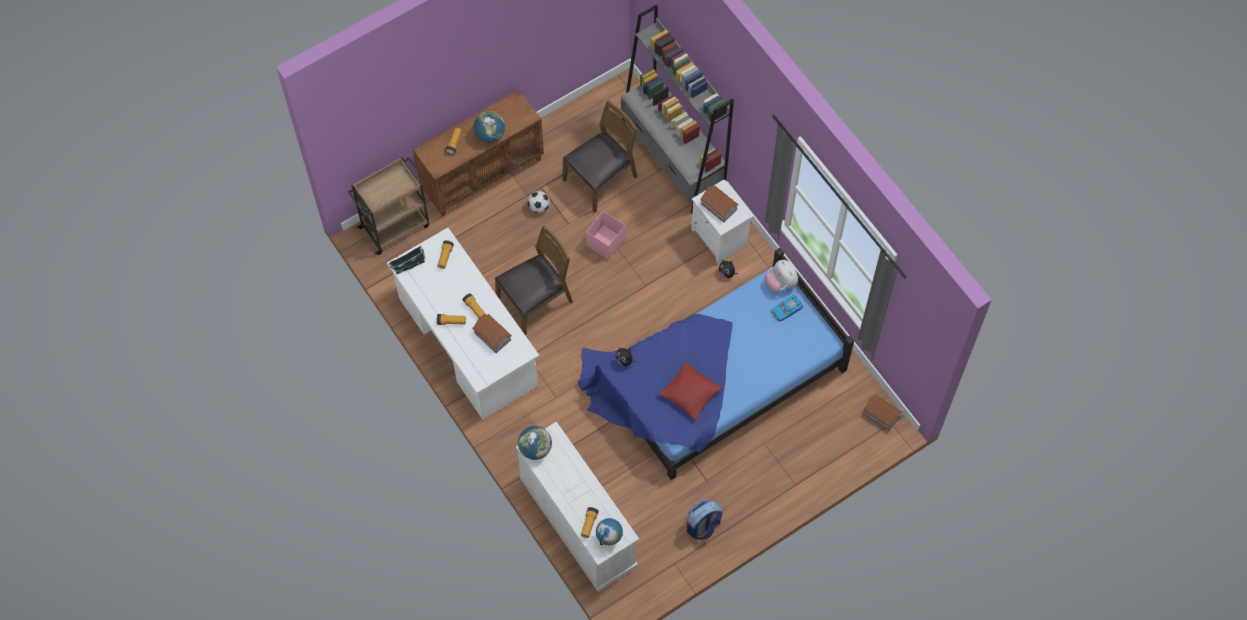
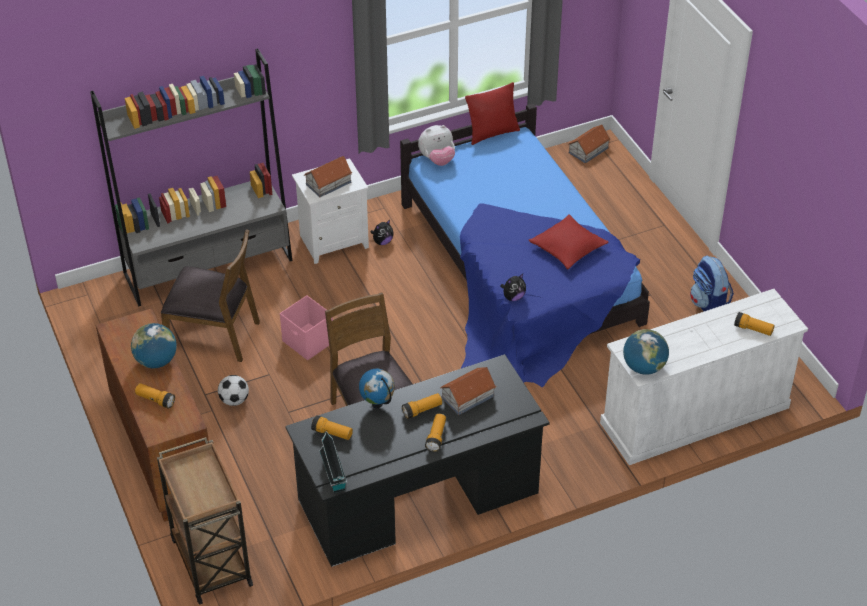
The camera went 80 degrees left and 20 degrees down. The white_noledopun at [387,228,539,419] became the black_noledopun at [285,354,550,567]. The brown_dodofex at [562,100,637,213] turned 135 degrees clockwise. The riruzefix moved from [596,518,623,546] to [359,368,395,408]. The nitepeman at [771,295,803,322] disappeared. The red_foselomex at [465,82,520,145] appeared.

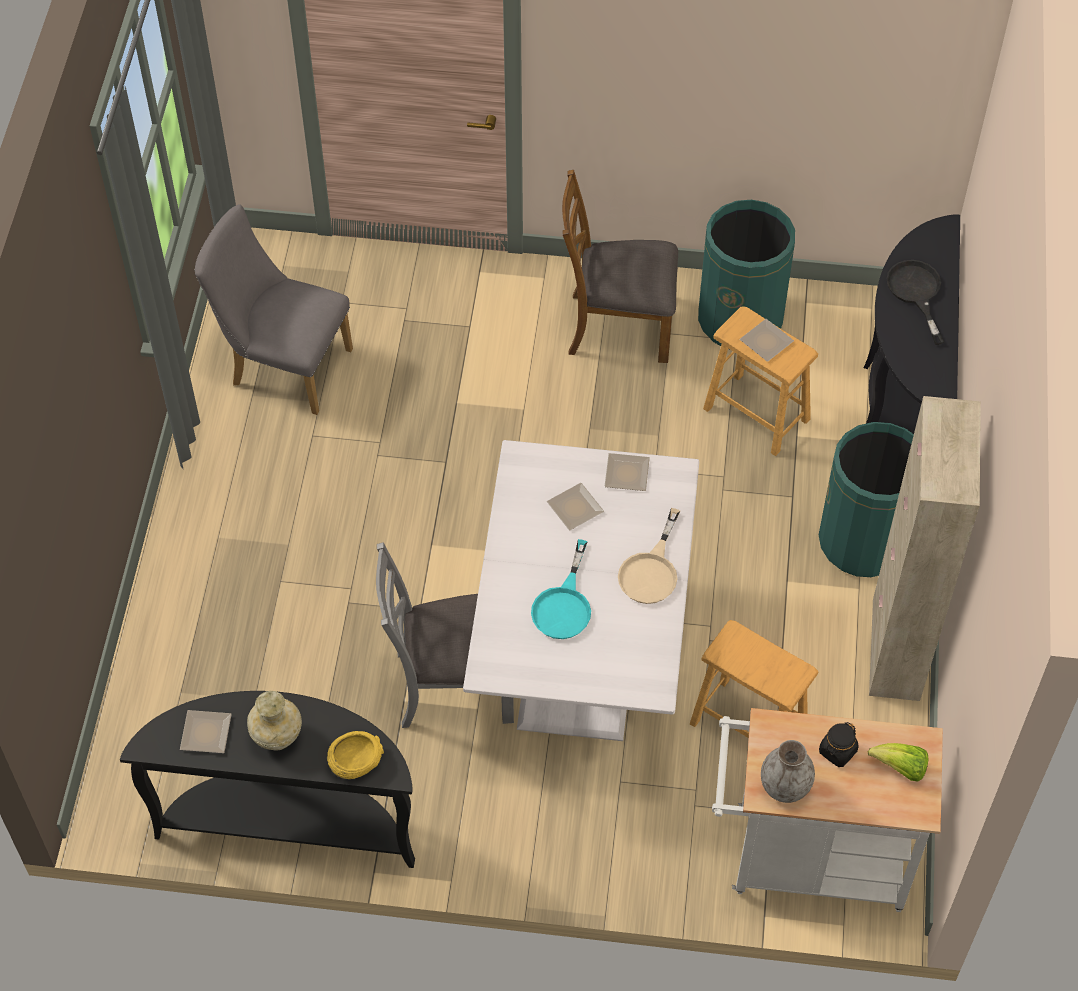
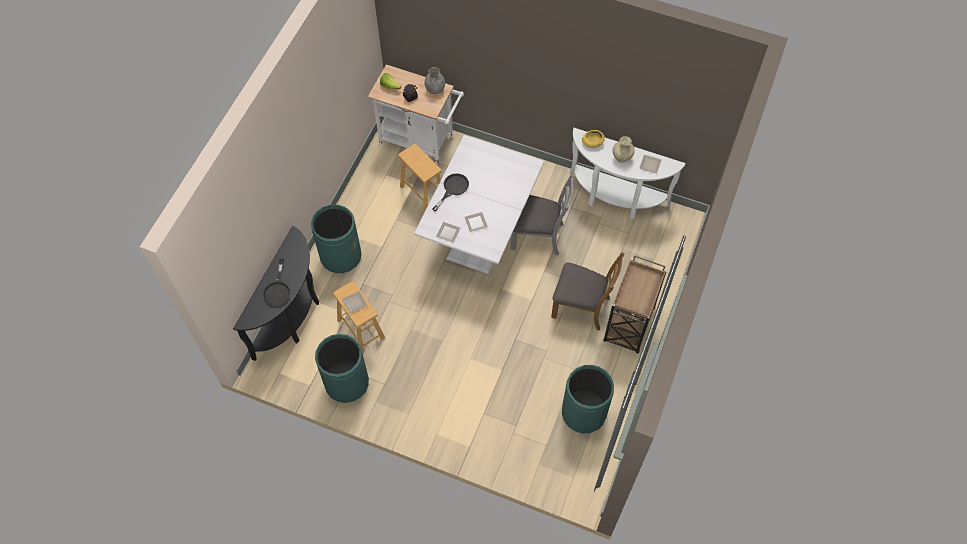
The camera went 165 degrees left and 5 degrees up. The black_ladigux at [120,691,415,868] became the white_ladigux at [569,128,686,219]. The grey_dodofex at [194,204,353,415] was replaced by the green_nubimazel at [562,365,614,434]. The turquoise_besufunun at [531,539,591,639] disappeared. The brown_dodofex moved from [562,170,678,363] to [551,253,624,331]. The beige_besufunun at [618,508,680,604] became the black_besufunun at [432,173,469,211]. The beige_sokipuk at [869,396,981,701] disappeared. The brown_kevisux at [603,256,667,353] appeared.

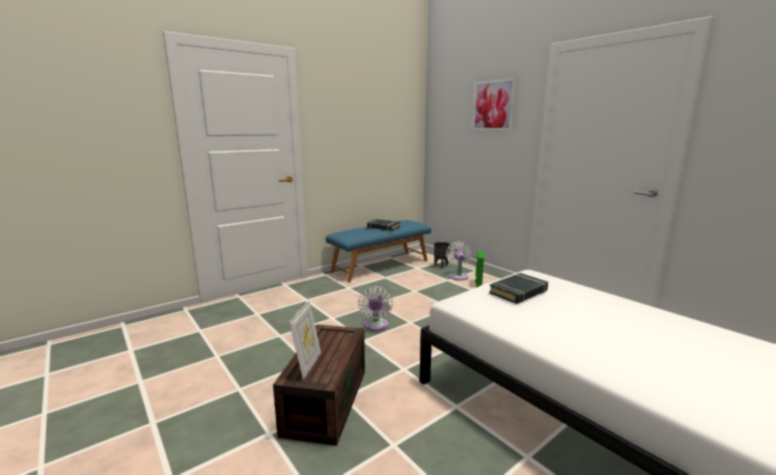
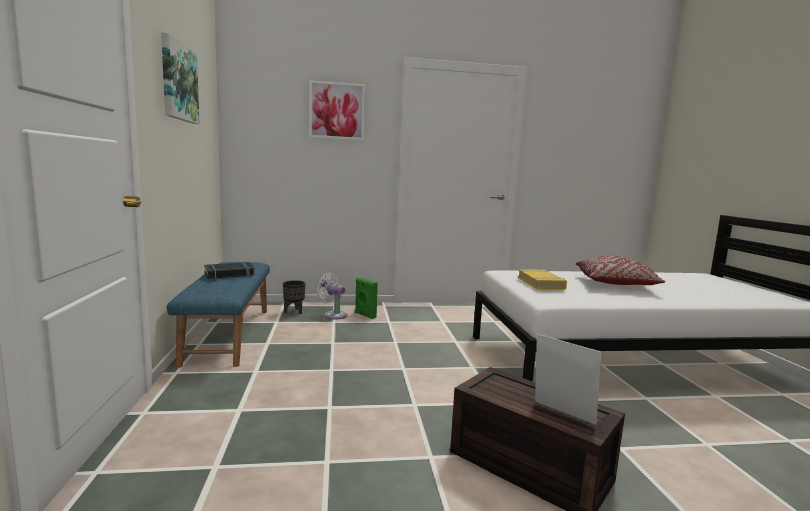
The camera went 60 degrees left and 5 degrees down. The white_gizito at [358,286,393,331] disappeared. The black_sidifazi at [489,273,548,304] became the yellow_sidifazi at [518,269,567,290]. The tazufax at [161,32,199,124] appeared. The red_foselomex at [576,256,665,285] appeared.

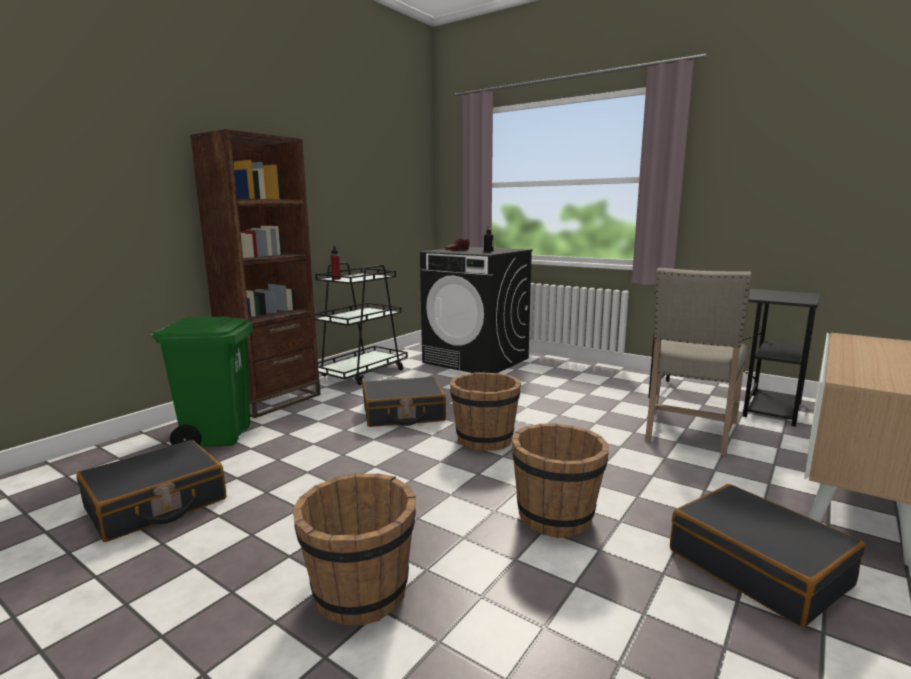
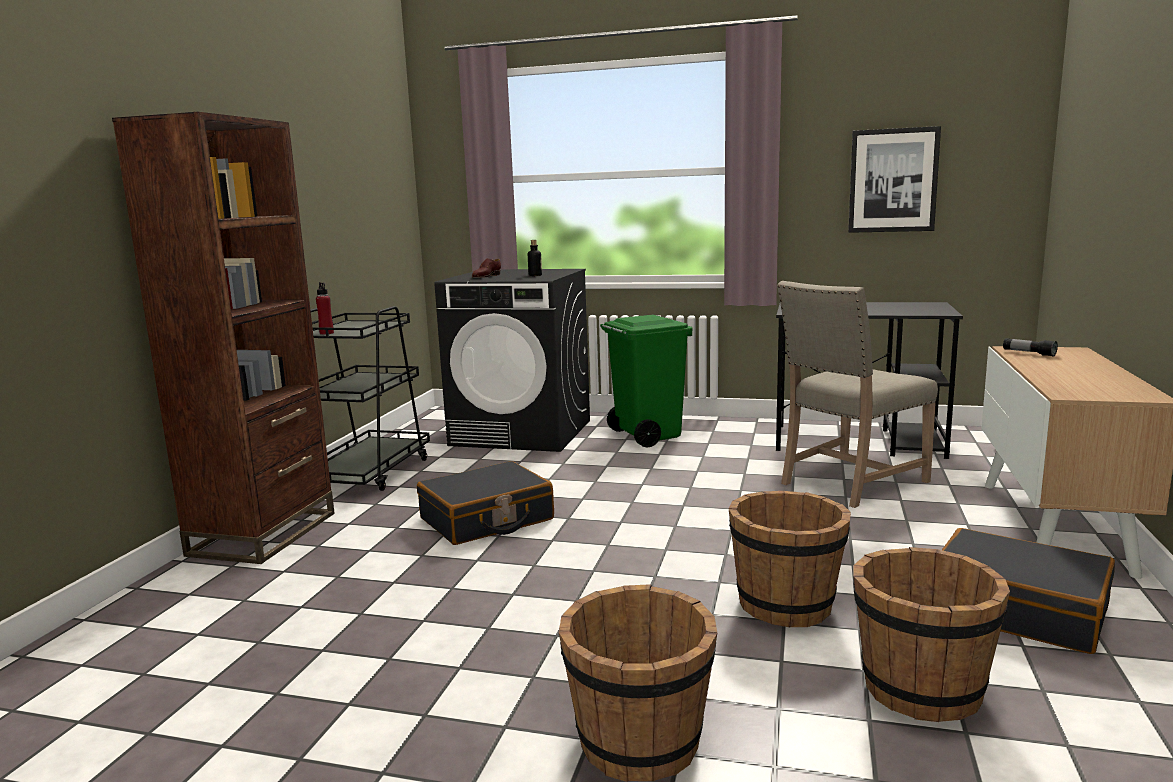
The camera went 20 degrees left and 0 degrees up. The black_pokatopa at [76,440,226,542] disappeared. The green_nubimazel moved from [150,316,253,447] to [600,315,693,447]. The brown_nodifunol moved from [450,372,521,451] to [853,547,1010,722]. The beige_dodofex at [645,268,752,456] turned 45 degrees clockwise. The tazufax at [848,126,941,233] appeared. The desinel at [1003,338,1058,357] appeared.

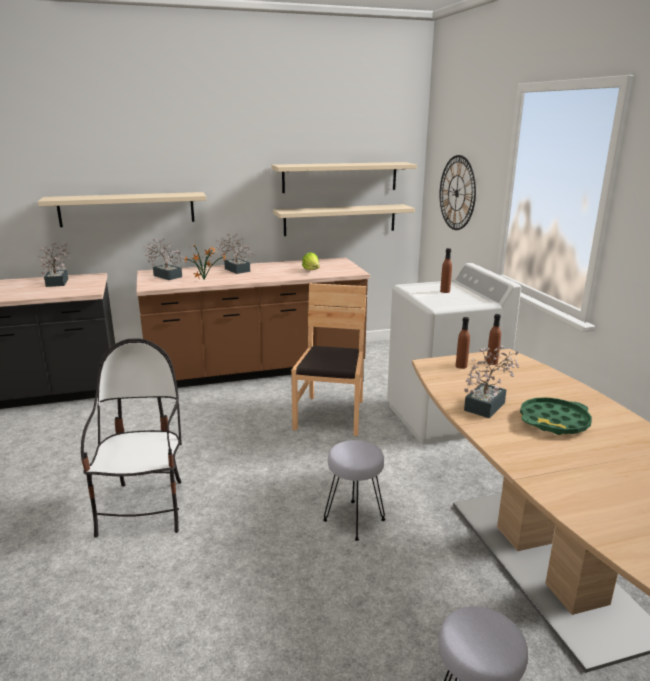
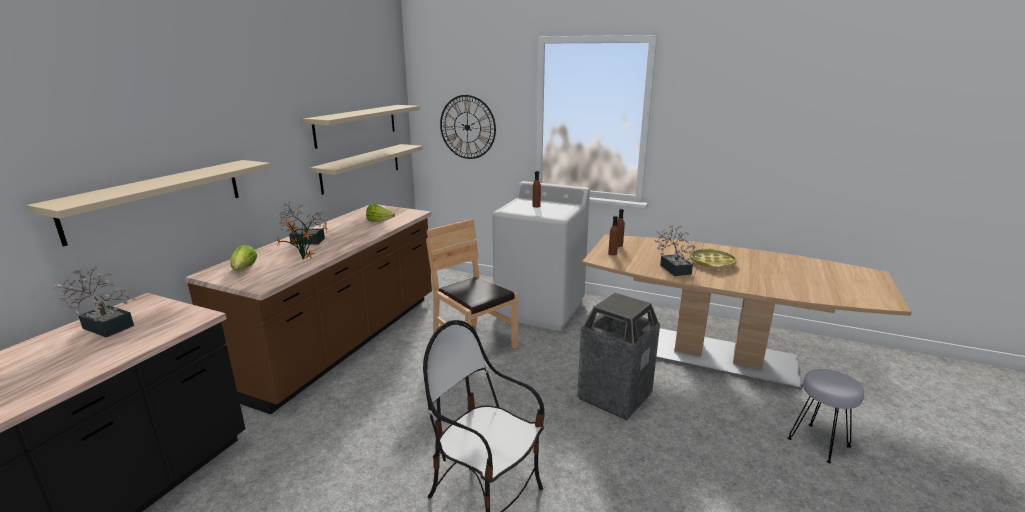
The camera went 50 degrees left and 0 degrees up. The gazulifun at [143,238,185,280] was replaced by the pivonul at [230,245,257,270]. The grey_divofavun at [323,440,386,541] was replaced by the nubimazel at [577,292,660,420]. The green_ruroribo at [520,397,592,435] became the yellow_ruroribo at [690,248,737,269].

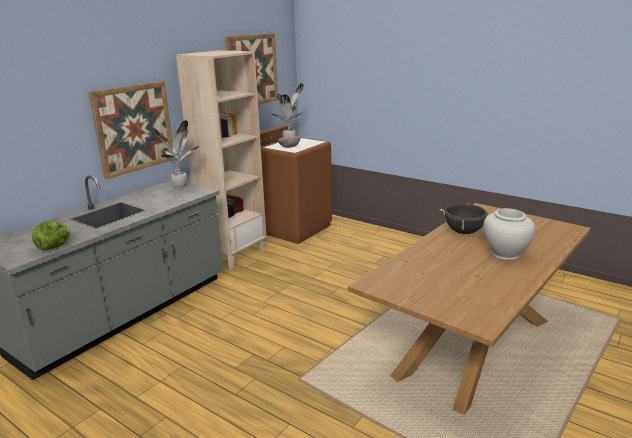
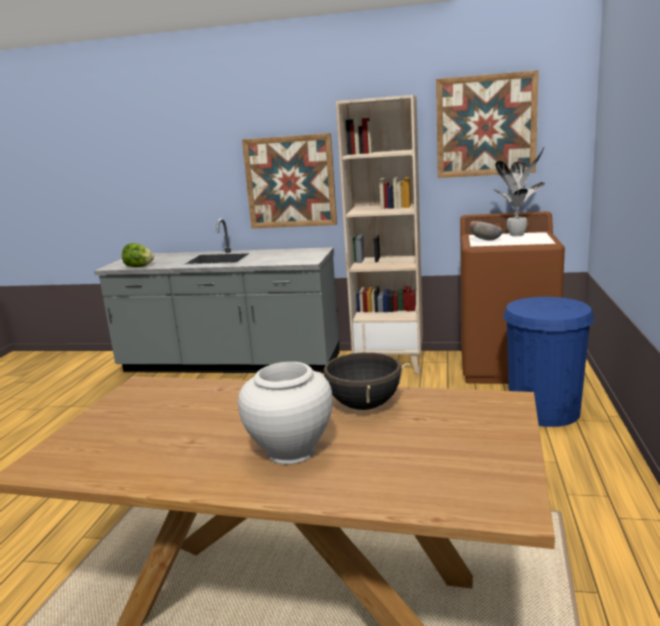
The camera went 65 degrees right and 5 degrees down. The gazulifun at [155,120,199,189] disappeared. The blue_nubimazel at [503,297,594,427] appeared.

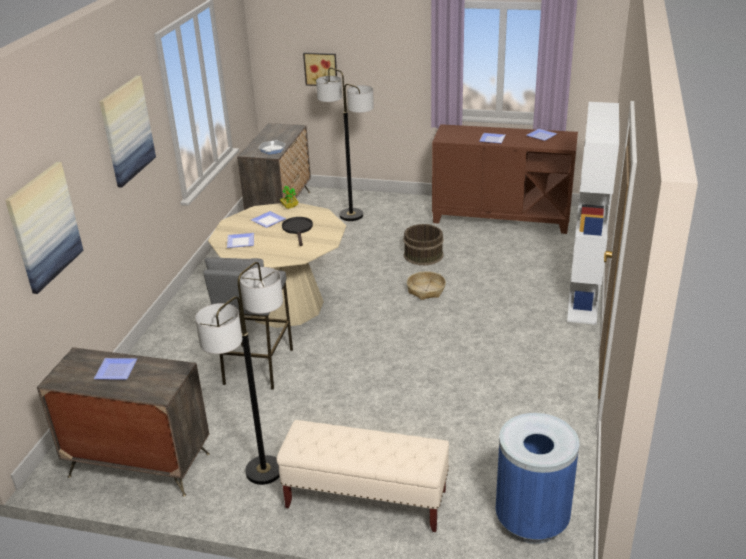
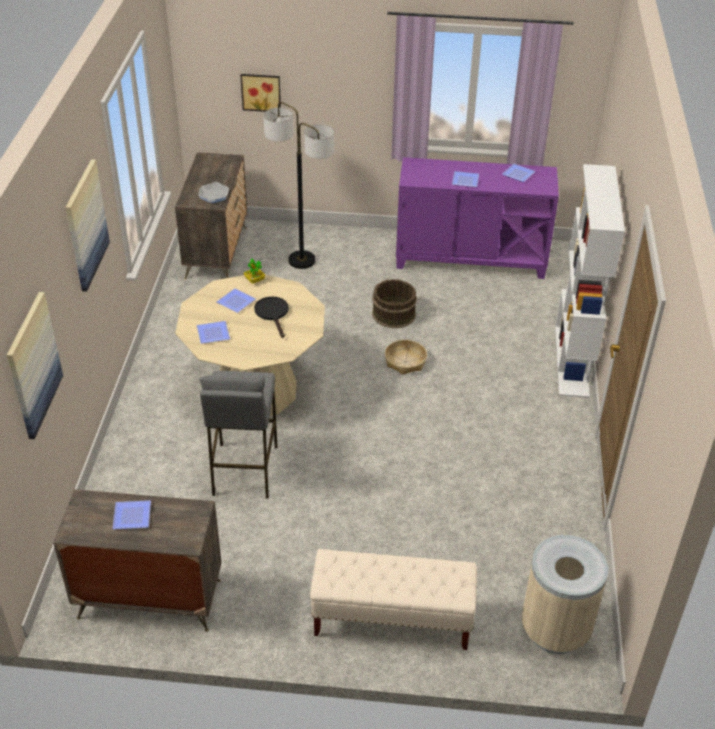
The camera went 10 degrees left and 10 degrees up. The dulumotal at [195,262,283,485] disappeared. The brown_sokipuk at [432,124,578,234] became the purple_sokipuk at [396,157,559,279]. The blue_nubimazel at [495,413,579,544] became the beige_nubimazel at [521,535,609,654].

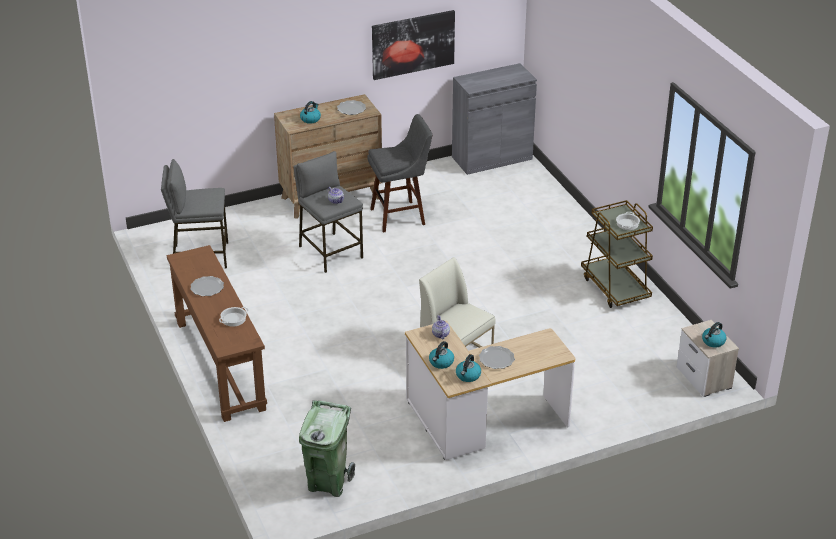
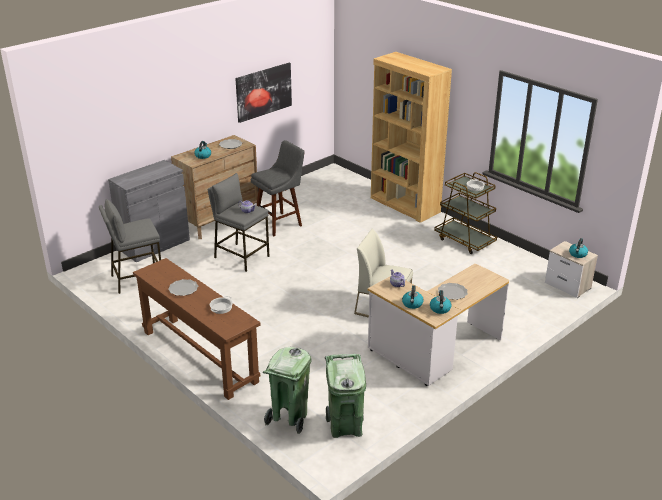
The camera went 20 degrees left and 5 degrees down. The grey_sokipuk moved from [452,63,537,175] to [108,160,190,262]. The green_nubimazel at [263,347,312,434] appeared. The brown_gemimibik at [371,52,452,223] appeared.

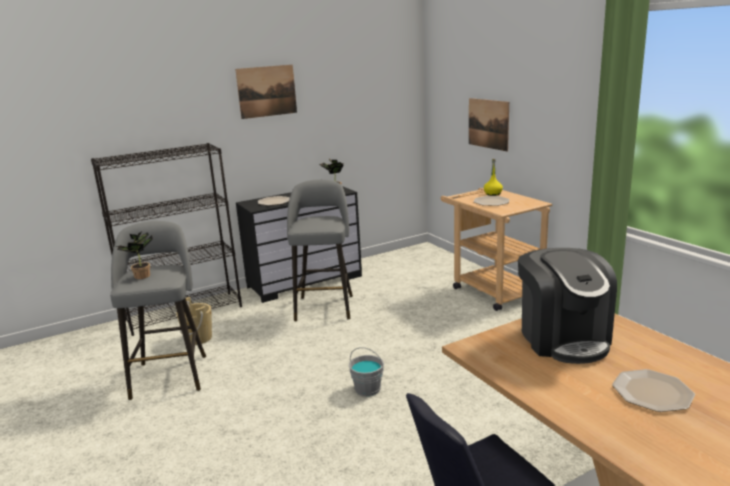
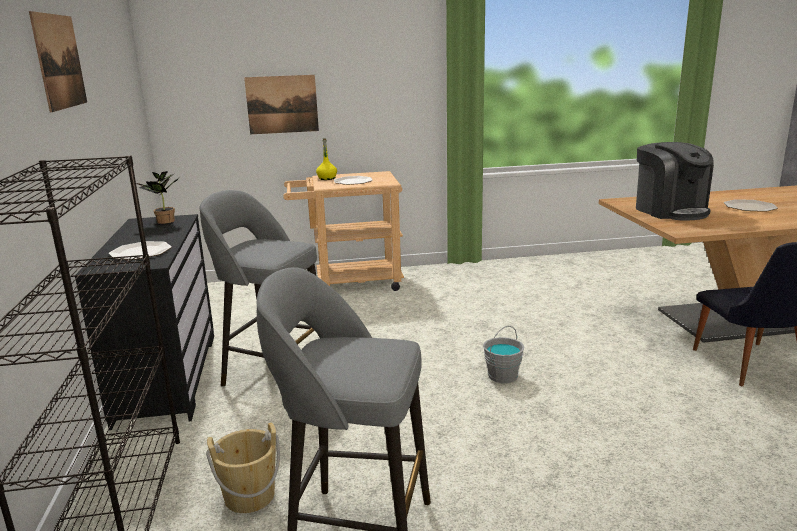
The camera went 70 degrees left and 0 degrees up. The gazulifun at [117,232,153,279] disappeared. The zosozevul at [518,248,617,364] turned 60 degrees clockwise.

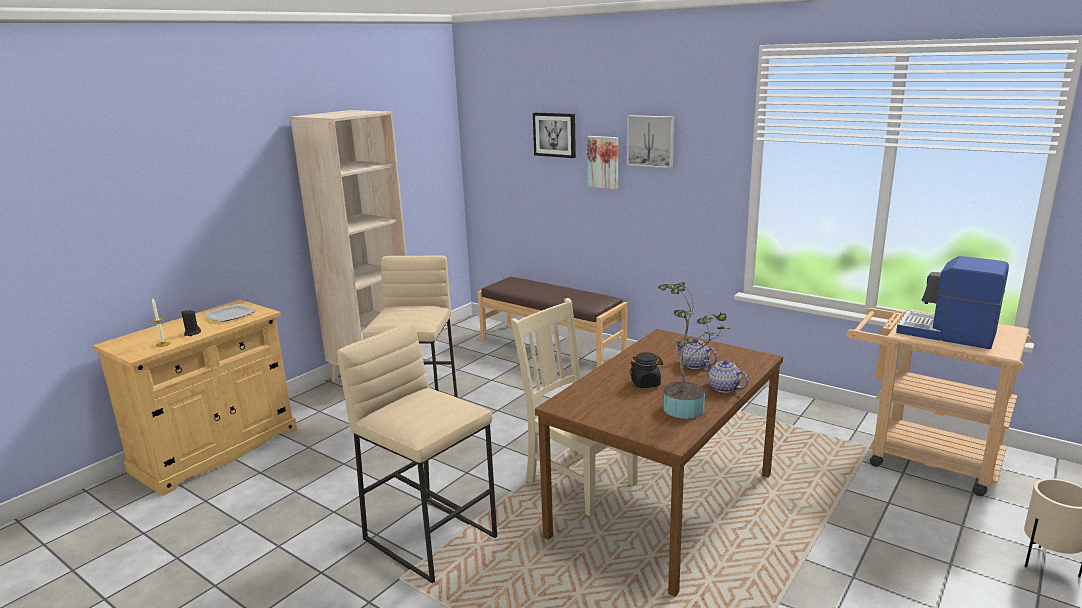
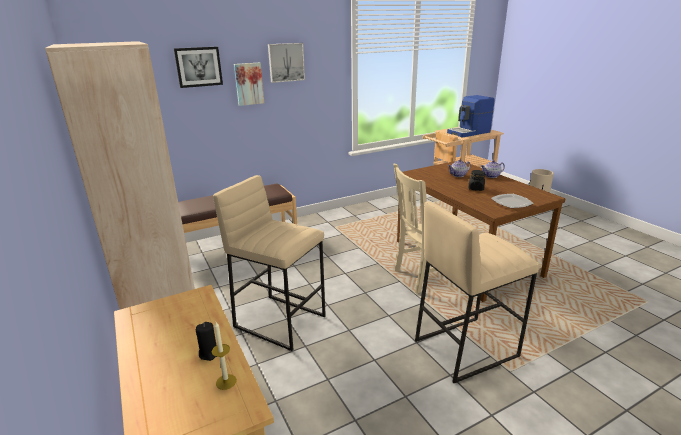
The camera went 65 degrees left and 5 degrees up. The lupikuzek moved from [205,304,256,322] to [492,194,534,208]. The gazulifun at [658,282,730,419] disappeared.

